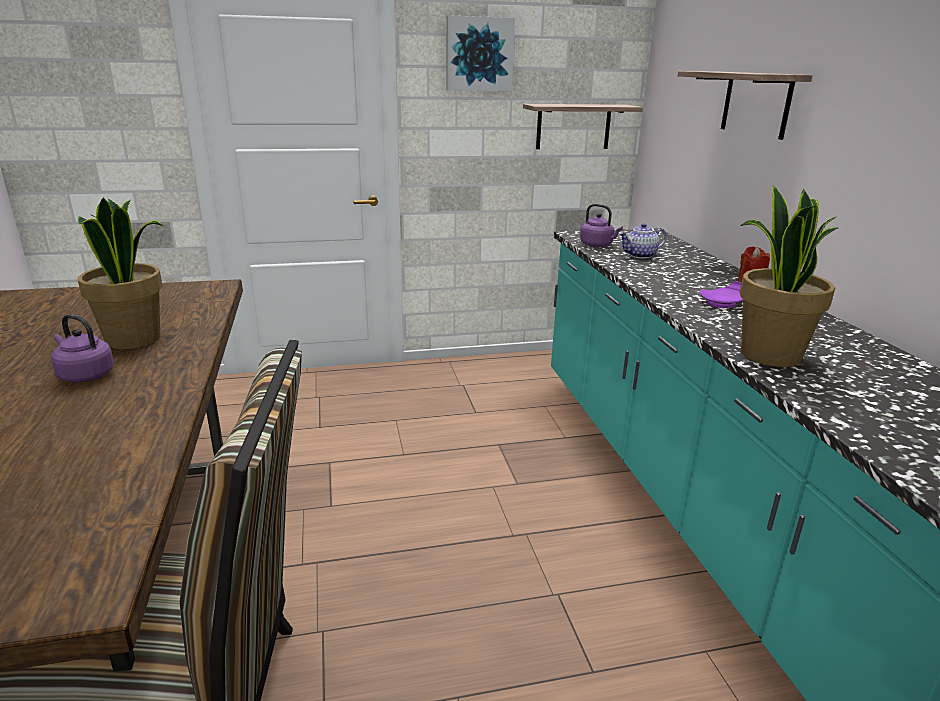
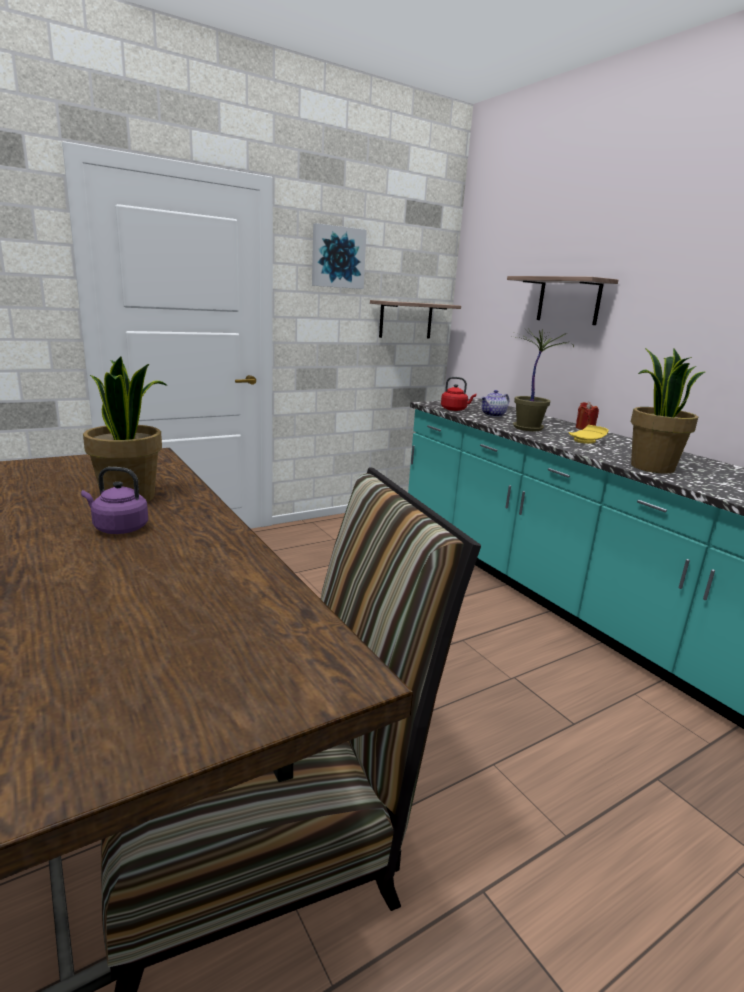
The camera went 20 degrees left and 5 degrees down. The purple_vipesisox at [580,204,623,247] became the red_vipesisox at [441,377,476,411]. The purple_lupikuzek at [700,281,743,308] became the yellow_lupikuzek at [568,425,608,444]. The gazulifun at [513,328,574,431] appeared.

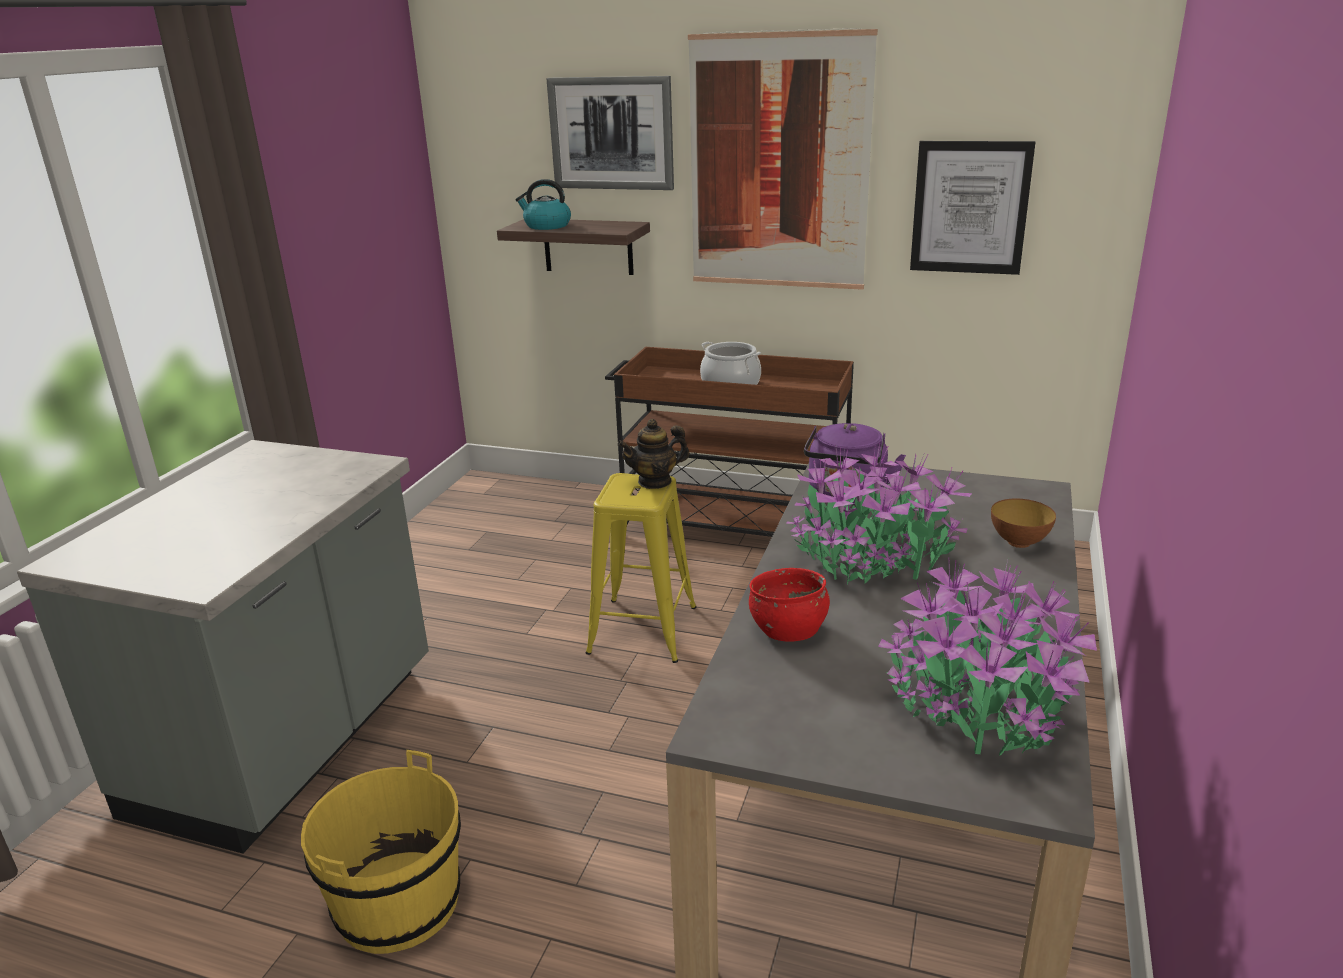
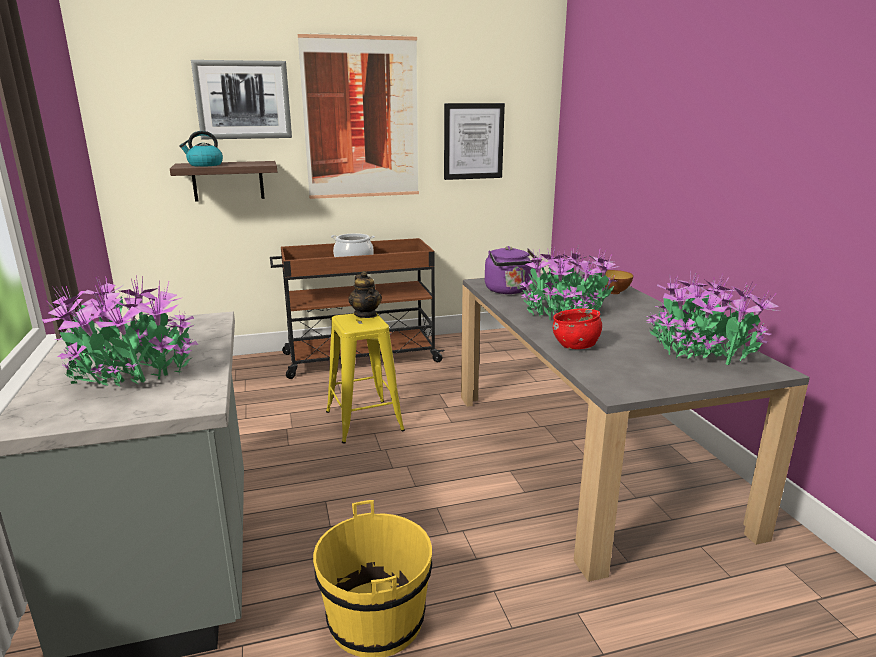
The camera went 35 degrees left and 5 degrees down. The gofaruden at [617,419,689,489] turned 60 degrees counterclockwise. The gazulifun at [42,276,198,387] appeared.

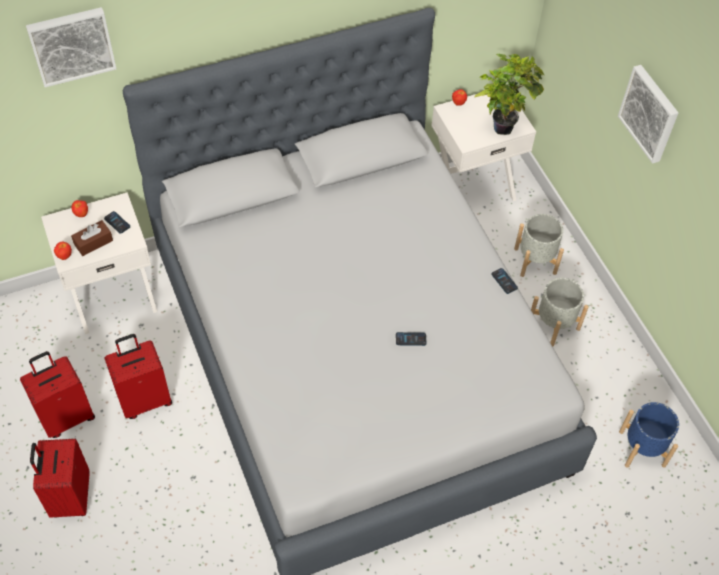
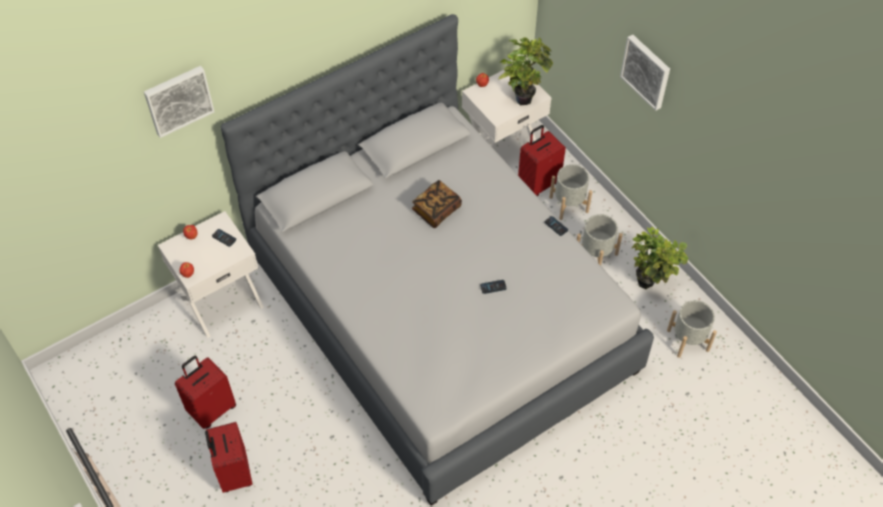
The camera went 10 degrees left and 0 degrees up. The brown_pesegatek at [71,220,113,256] disappeared. The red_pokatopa moved from [105,334,172,419] to [518,125,566,197]. The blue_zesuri at [619,402,679,468] became the grey_zesuri at [667,300,717,358]. The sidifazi at [412,180,462,228] appeared. The gazulifun at [632,226,688,289] appeared.

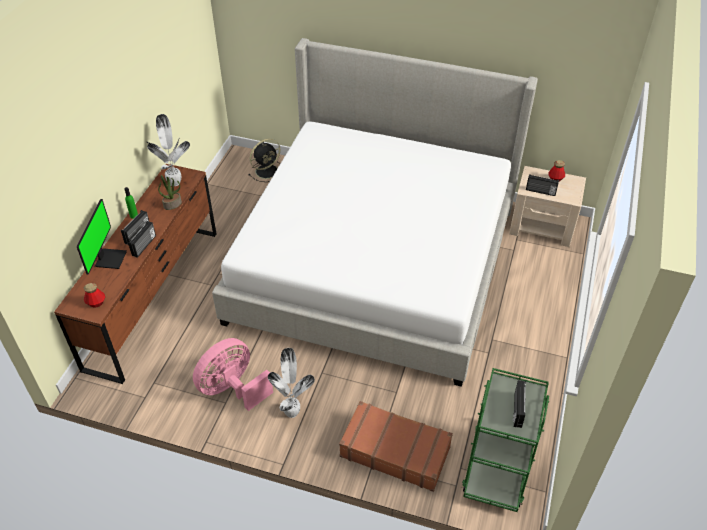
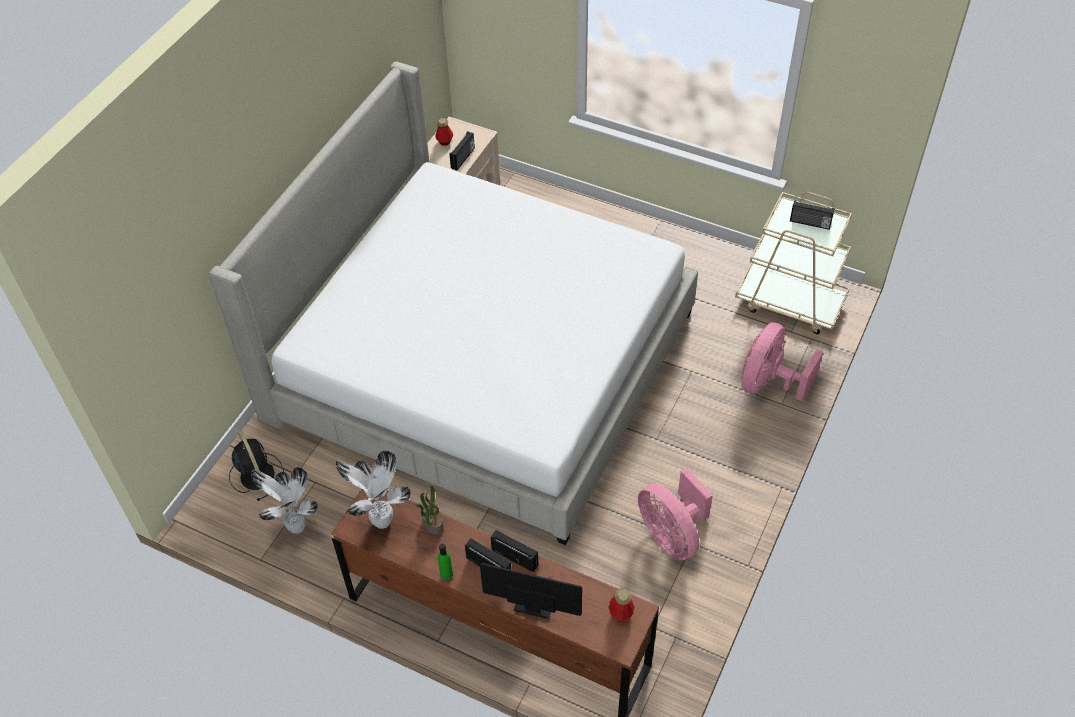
The camera went 80 degrees left and 5 degrees up. The gazulifun moved from [267,348,315,418] to [251,467,318,534]. The brown_pokatopa at [339,401,453,492] was replaced by the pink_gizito at [741,322,823,401]. The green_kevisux at [462,368,549,512] became the beige_kevisux at [735,192,852,334].

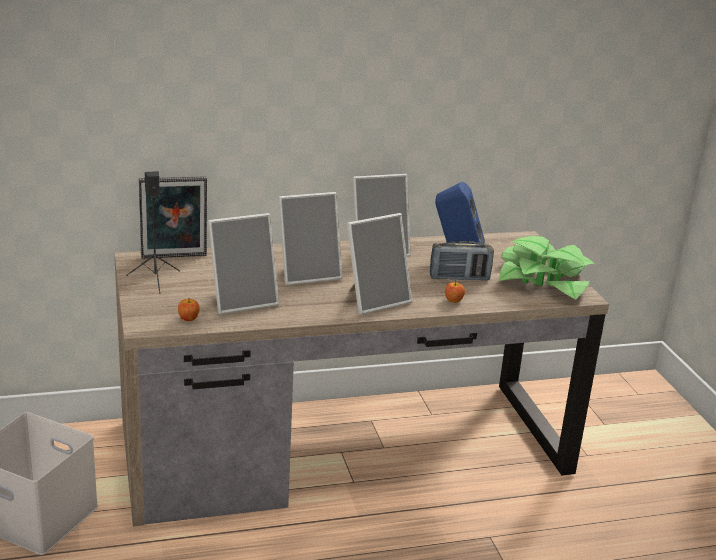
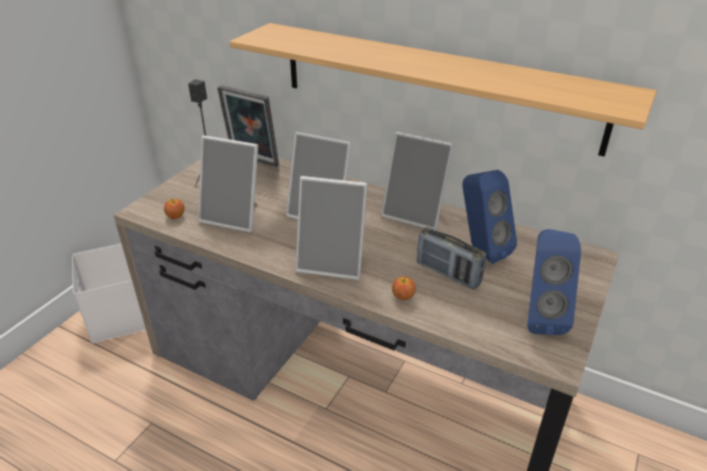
The camera went 45 degrees right and 10 degrees up. The gazulifun at [499,236,594,300] was replaced by the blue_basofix at [527,229,581,335]. The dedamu at [230,23,657,157] appeared.

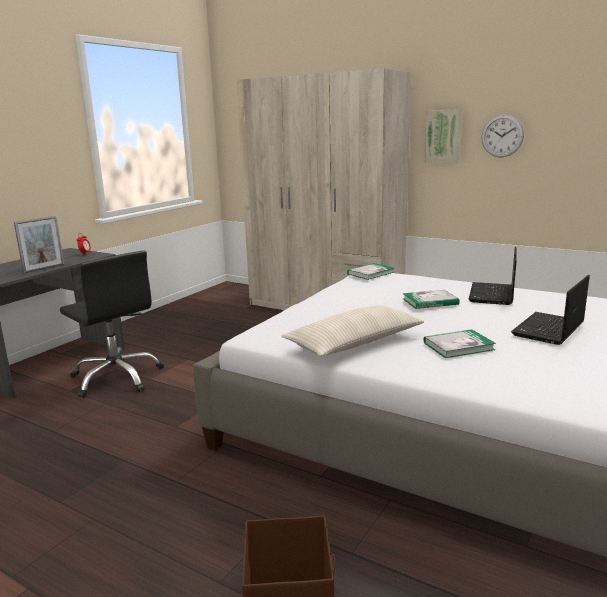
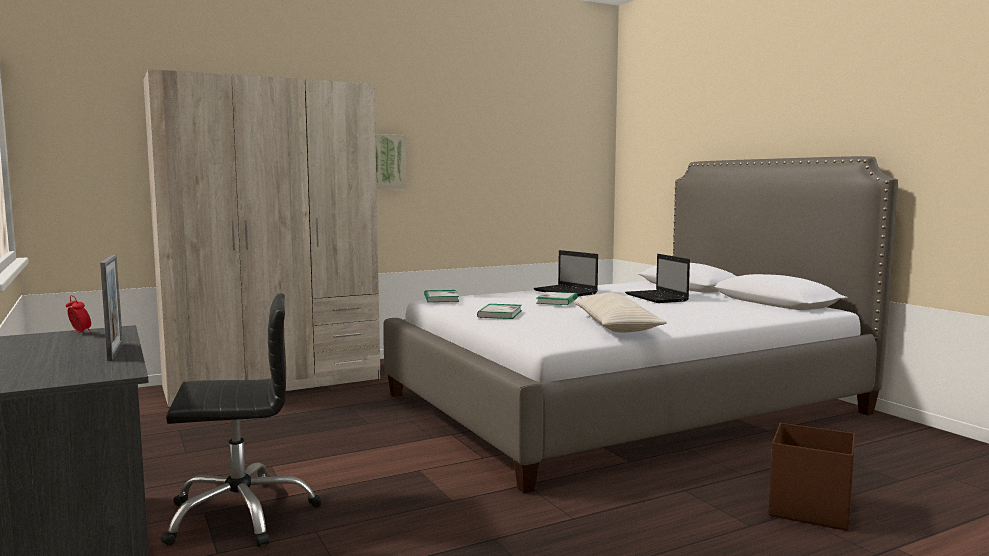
The camera went 60 degrees left and 10 degrees down. The sidifazi moved from [423,329,496,358] to [477,304,522,319]. The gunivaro at [481,115,524,158] disappeared.

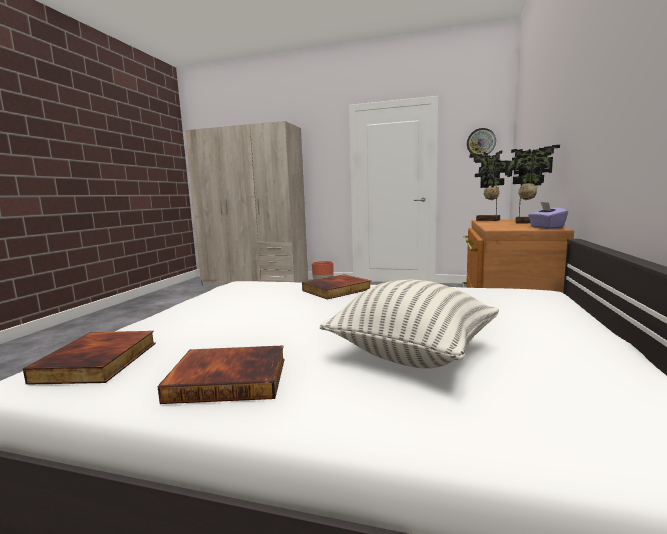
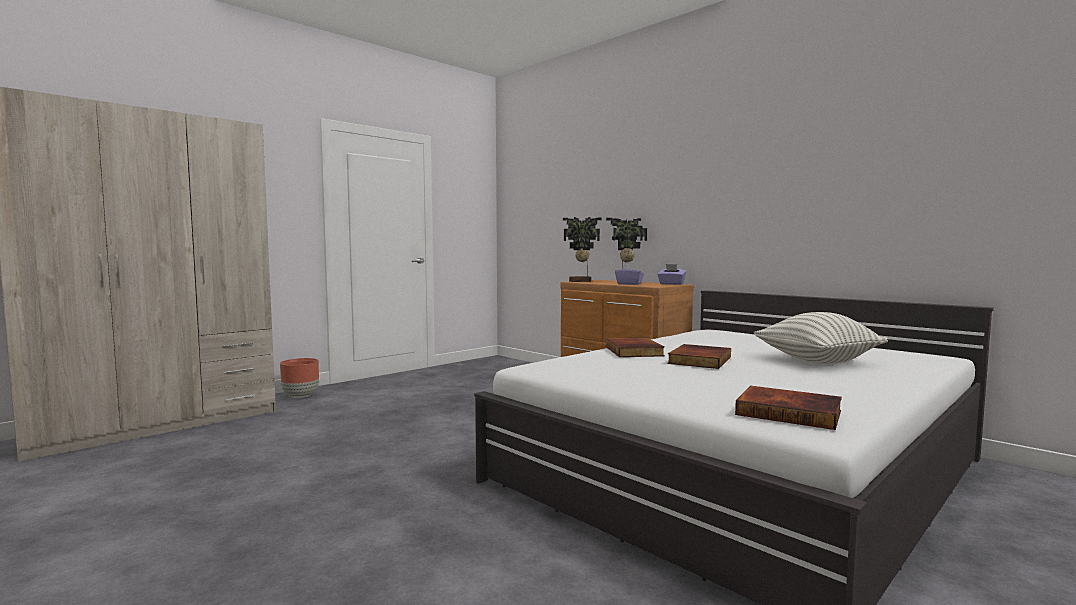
The camera went 60 degrees left and 5 degrees down. The sidifazi moved from [157,345,284,404] to [667,344,731,369]. The gunivaro at [467,128,496,156] disappeared. The purple_pesegatek at [615,264,644,285] appeared.

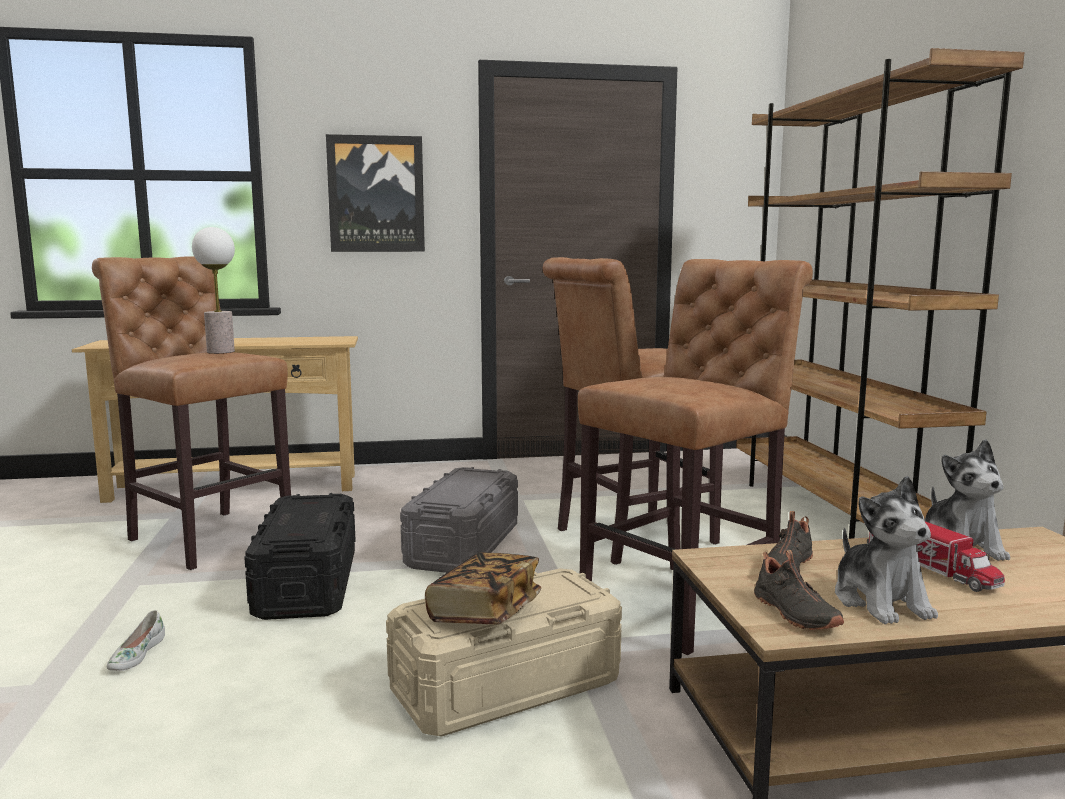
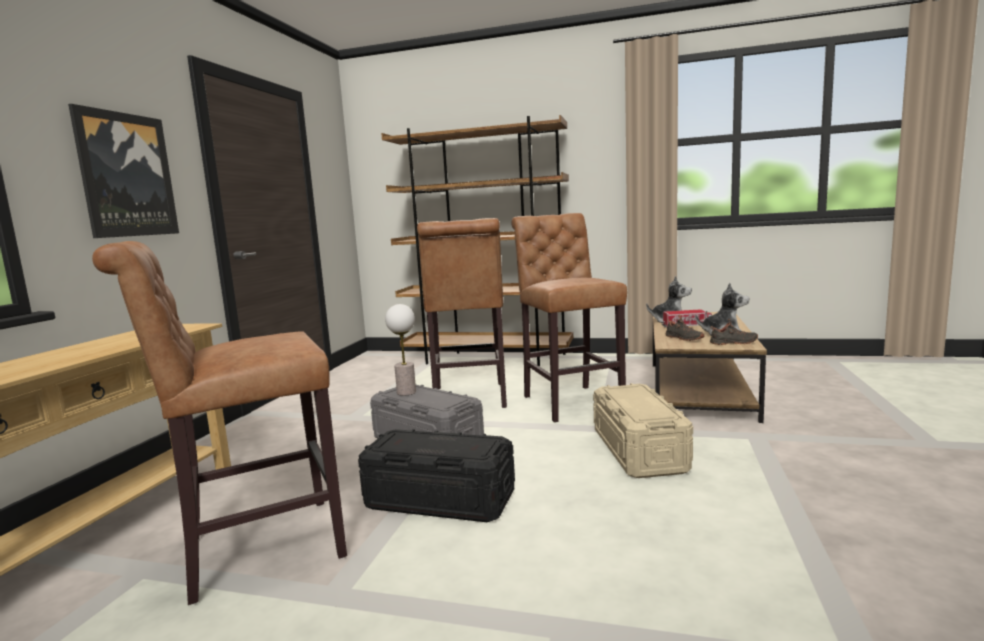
The camera went 65 degrees left and 0 degrees up. The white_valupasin at [107,610,165,671] disappeared. The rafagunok moved from [192,227,235,354] to [385,304,416,396]. The sidifazi at [425,552,541,624] disappeared.

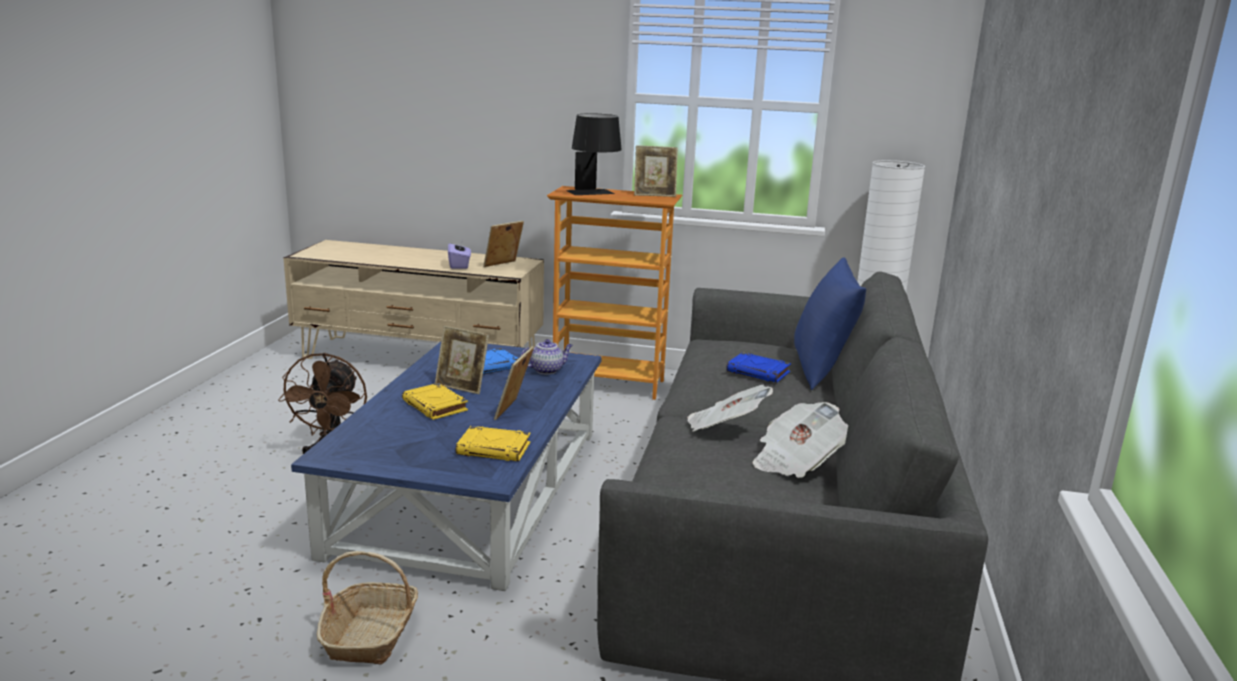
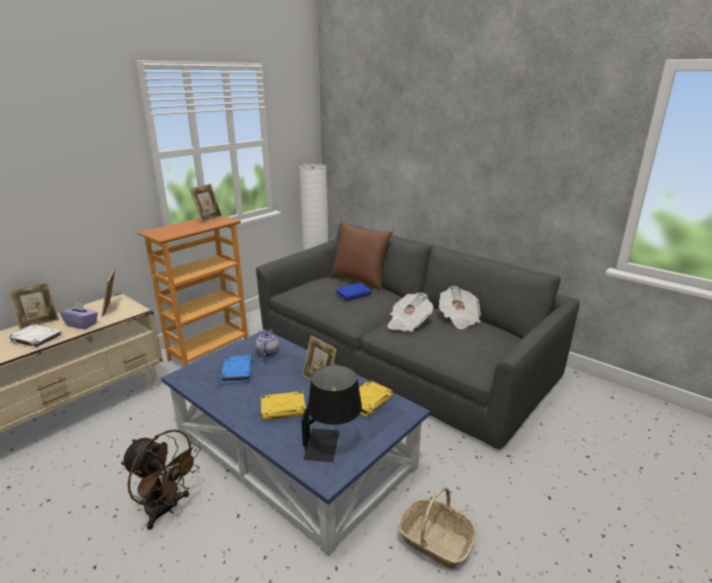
The camera went 60 degrees left and 5 degrees up. The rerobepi moved from [435,326,489,394] to [8,282,59,330]. The black_rafagunok moved from [566,113,622,195] to [301,365,362,462]. The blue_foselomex at [794,257,866,390] became the brown_foselomex at [331,221,393,291]. The white_sidifazi at [8,324,63,349] appeared.

